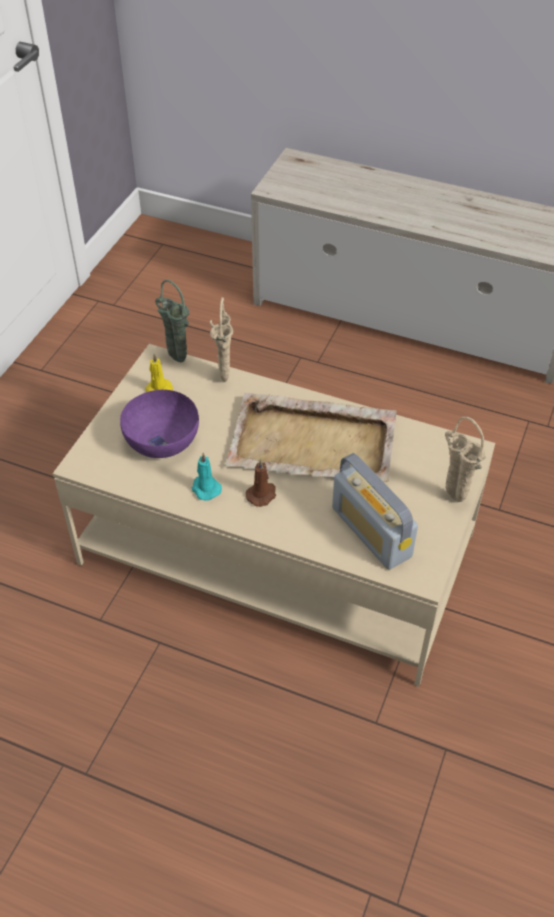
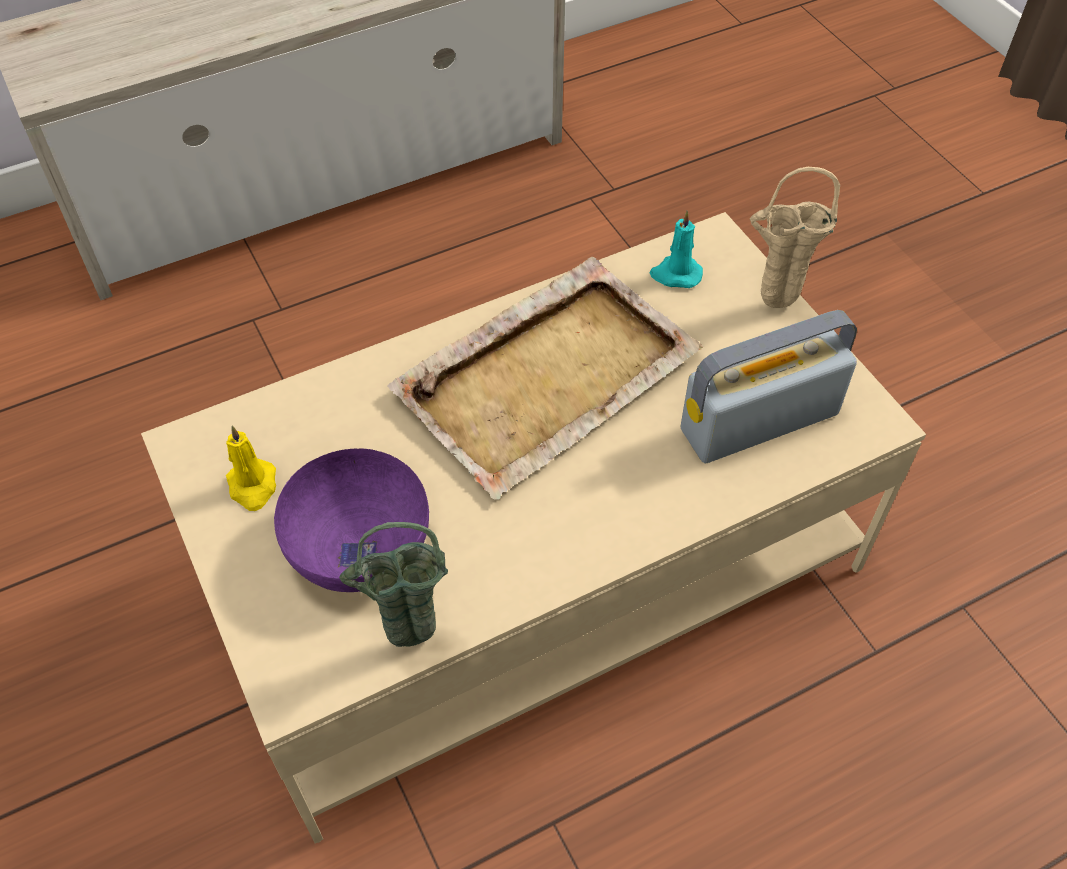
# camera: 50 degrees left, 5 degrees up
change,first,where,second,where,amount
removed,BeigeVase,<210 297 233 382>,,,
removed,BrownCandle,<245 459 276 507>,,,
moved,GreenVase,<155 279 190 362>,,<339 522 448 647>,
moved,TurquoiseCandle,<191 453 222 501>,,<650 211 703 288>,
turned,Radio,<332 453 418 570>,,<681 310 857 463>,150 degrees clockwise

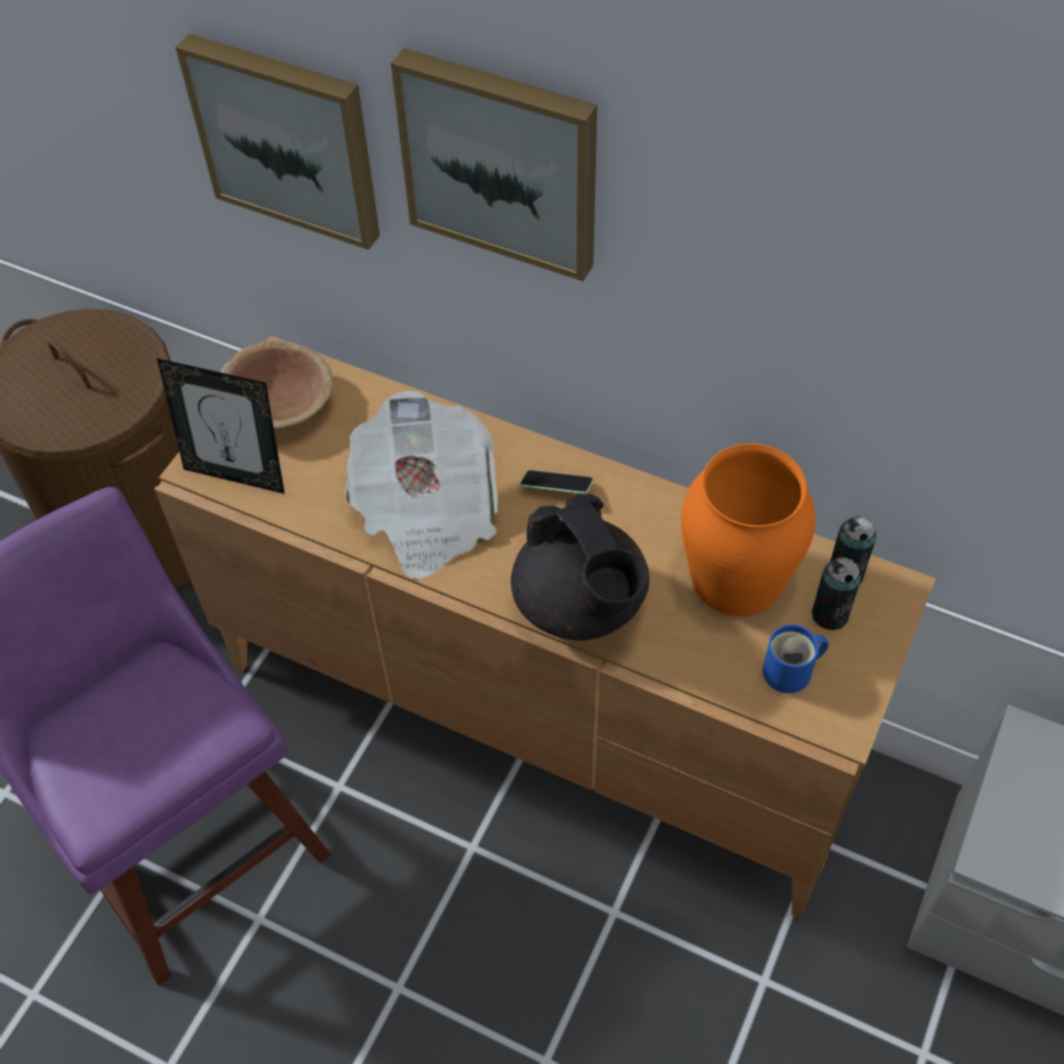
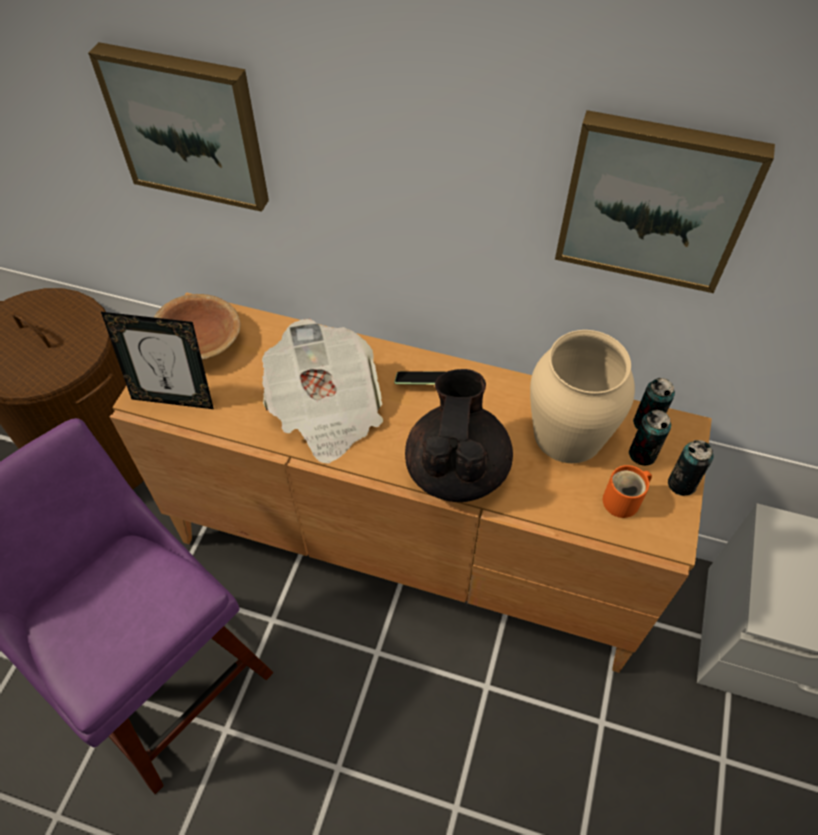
# camera: 10 degrees left, 0 degrees up
change,first,where,second,where,amount
added,,,Can,<668 440 714 496>,
moved,Picture,<391 48 597 281>,,<555 110 775 293>,
recoloured,OrangeVase,<681 443 815 616>,BeigeVase,<530 330 635 463>,
recoloured,BlueMug,<763 624 829 693>,OrangeMug,<603 465 652 518>,
turned,BlackTeapot,<511 493 649 641>,,<405 369 513 502>,135 degrees counterclockwise

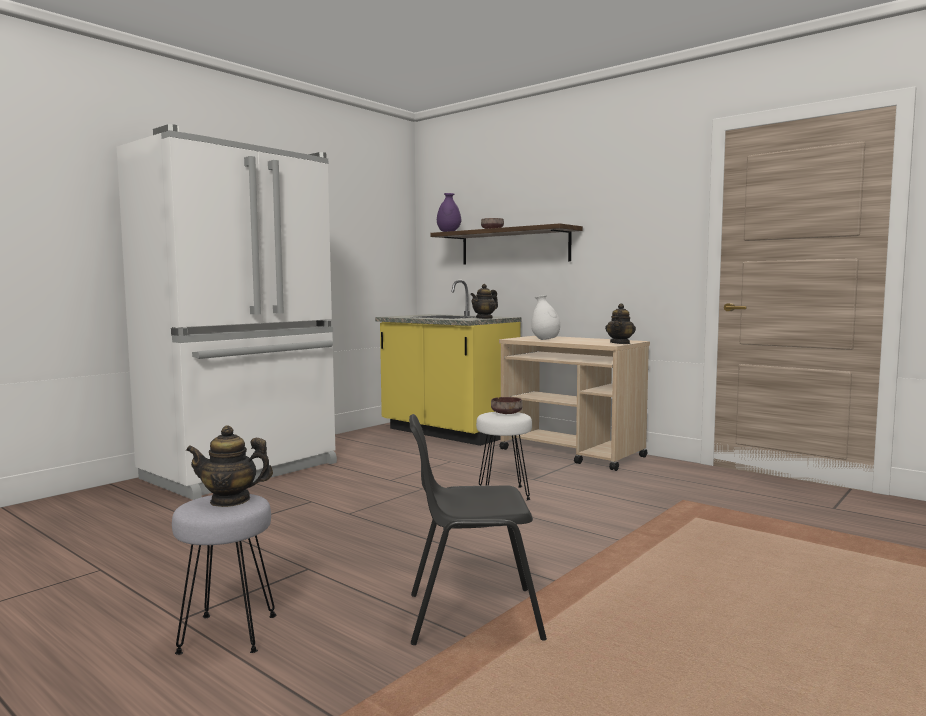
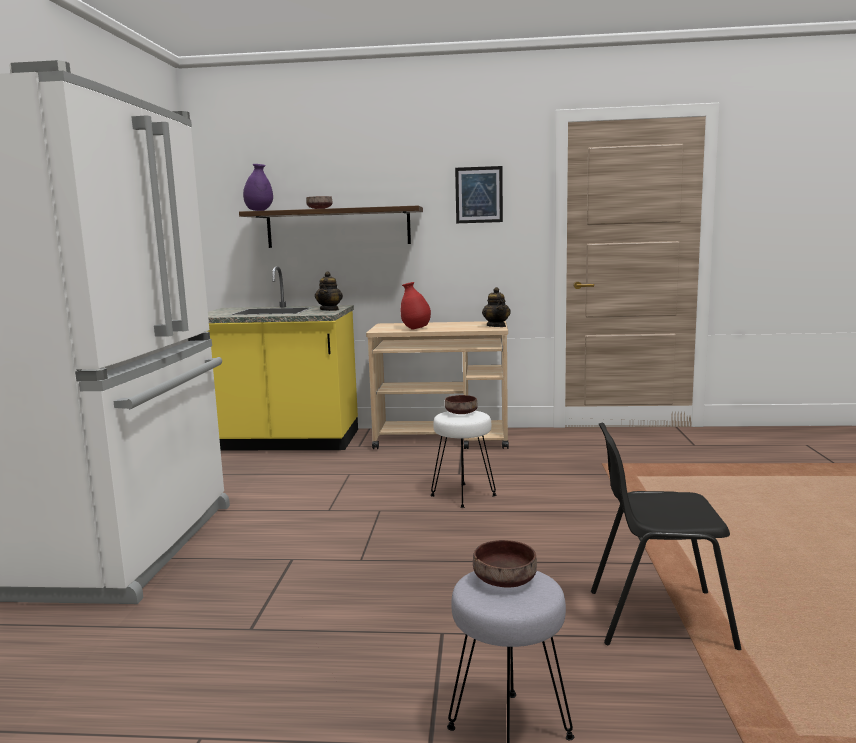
# camera: 35 degrees left, 5 degrees up
change,first,where,second,where,amount
added,,,Picture,<455 166 503 223>,
replaced,Teapot,<186 425 273 507>,BrownBowl,<473 540 537 587>,
recoloured,WhiteVase,<531 295 560 340>,RedVase,<401 282 431 330>,
turned,BlackChair,<409 414 547 645>,,<591 423 742 650>,45 degrees clockwise

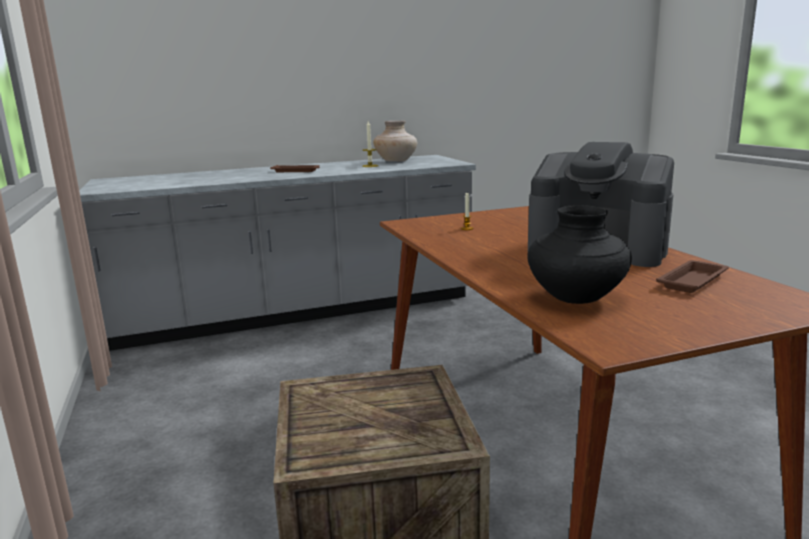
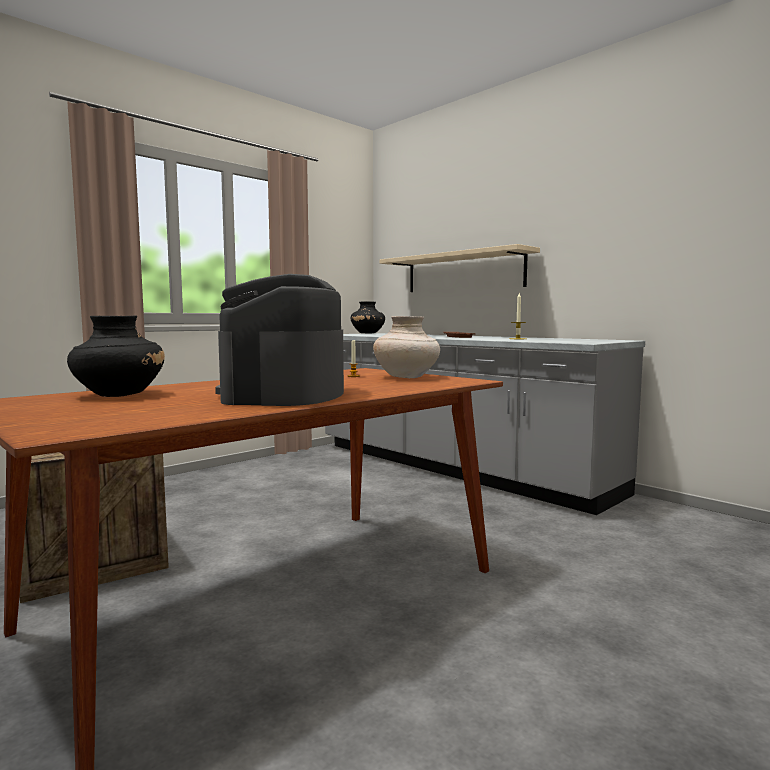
# camera: 65 degrees right, 10 degrees down
change,first,where,second,where,amount
removed,BrownTray,<656 260 729 293>,,,
added,,,BlackVase,<351 301 385 333>,
added,,,BeigeShelf,<380 244 540 292>,
moved,BeigeVase,<373 121 417 162>,,<373 316 440 378>,

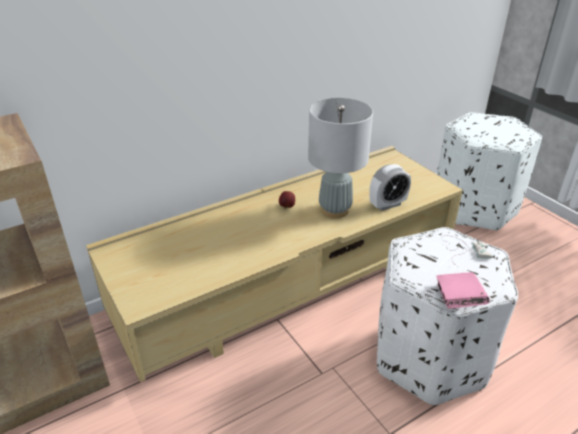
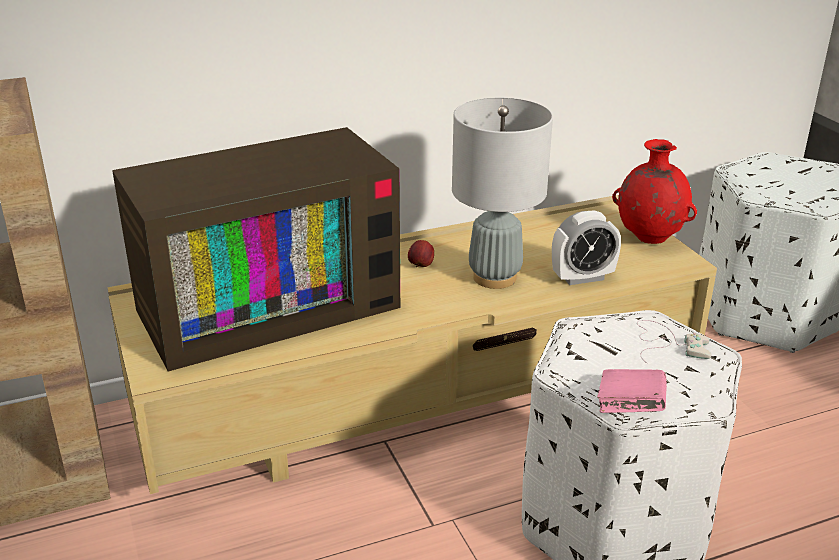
# camera: 10 degrees right, 5 degrees down
change,first,where,second,where,amount
added,,,Television,<112 127 400 371>,
added,,,RedVase,<612 139 697 244>,

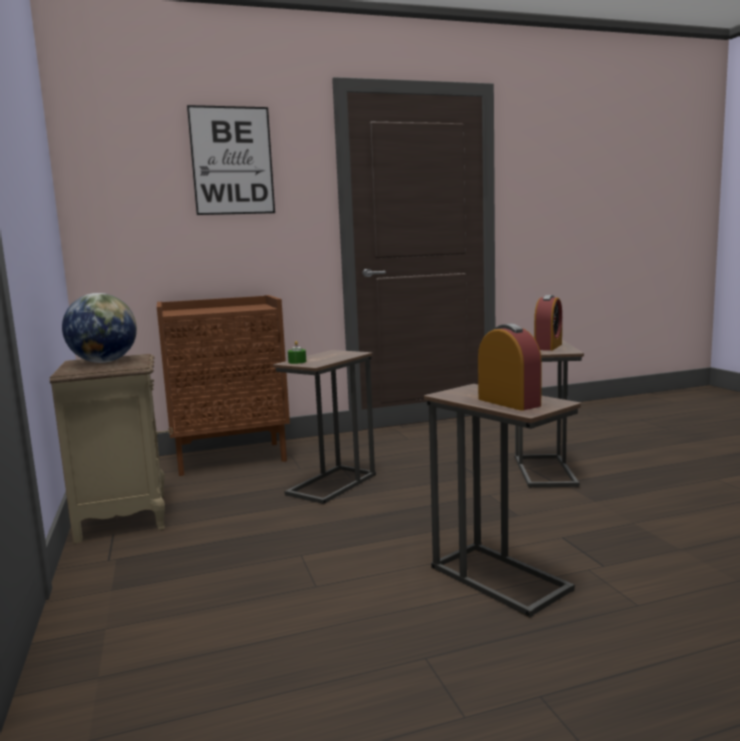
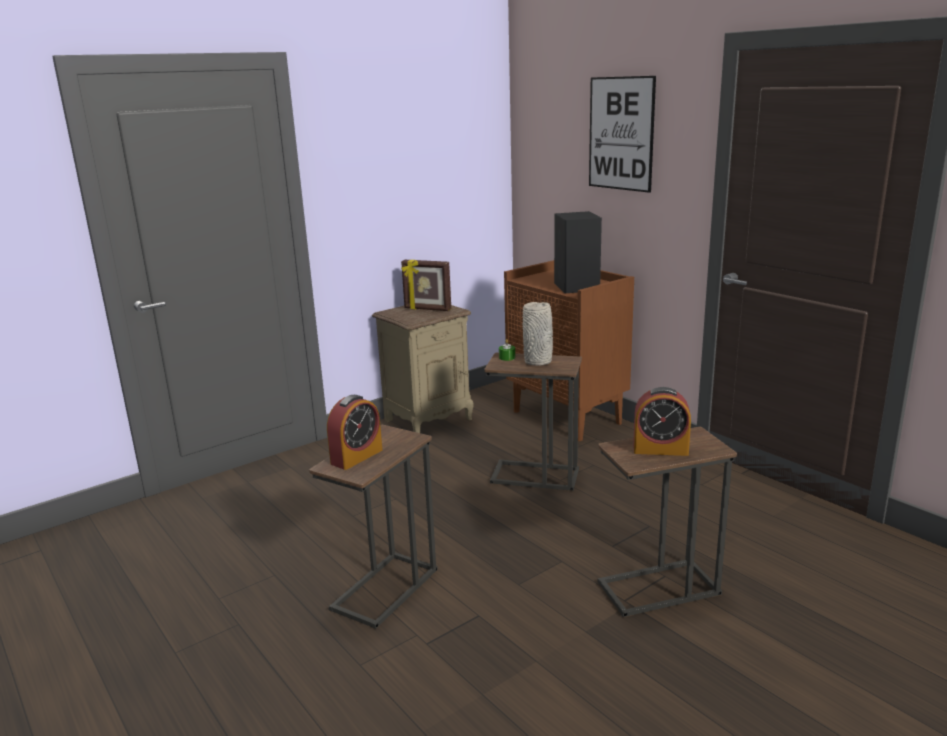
# camera: 70 degrees right, 10 degrees up
change,first,where,second,where,amount
added,,,GreyVase,<523 302 553 366>,
added,,,BlackSpeaker,<554 211 602 293>,
replaced,Globe,<62 293 137 363>,PictureFrame,<401 260 451 311>,

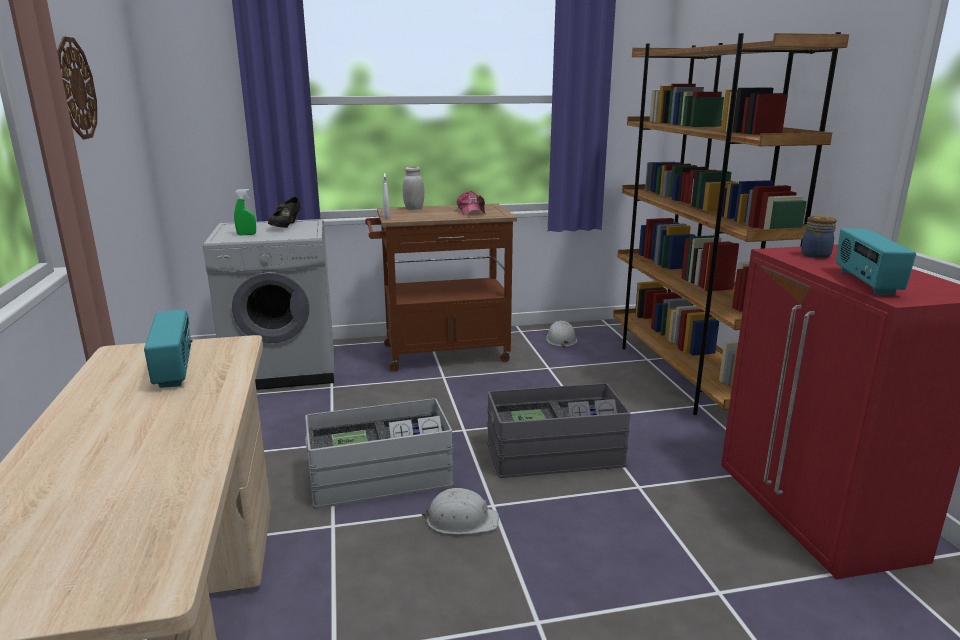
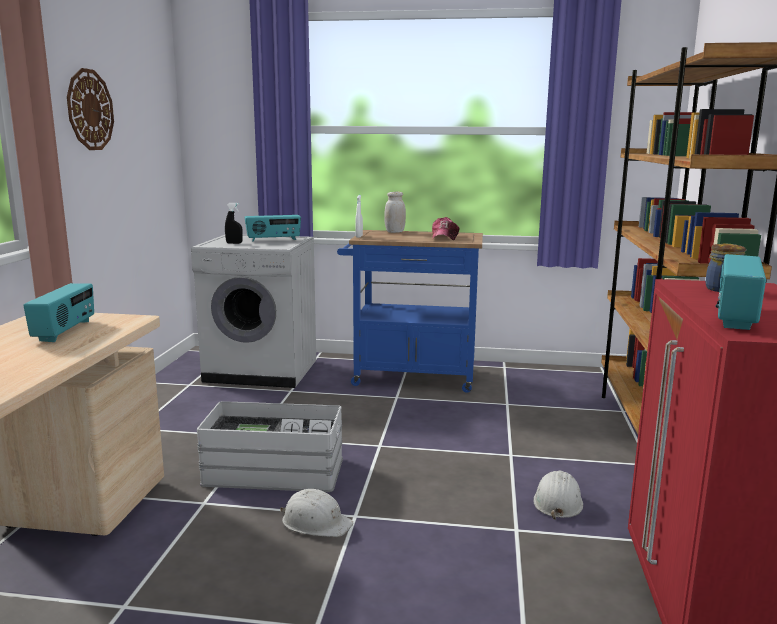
# camera: 20 degrees right, 5 degrees down
change,first,where,second,where,amount
removed,GreyStorageBox,<487 383 630 478>,,,
moved,WhiteHardHat,<546 321 577 348>,,<533 471 583 520>,
replaced,BlackShoe,<268 197 300 228>,Radio,<244 215 301 242>,
recoloured,GreenSprayBottle,<234 189 256 235>,BlackSprayBottle,<225 203 243 244>,
recoloured,BrownCart,<365 204 517 371>,BlueCart,<337 230 483 393>,

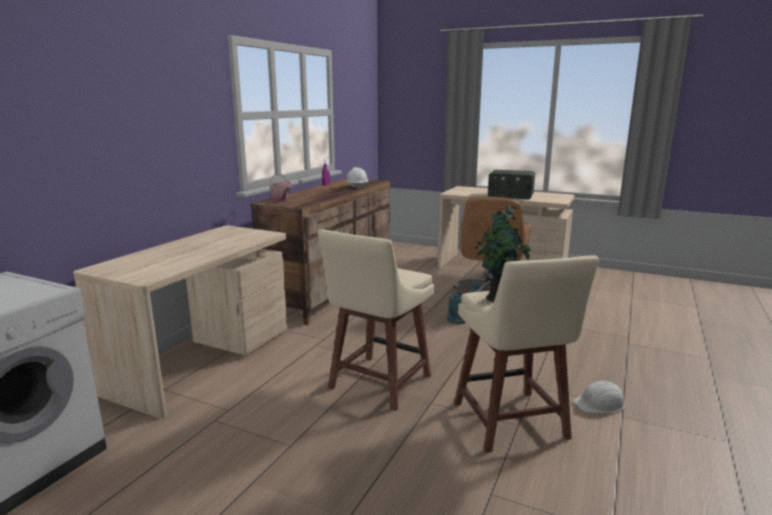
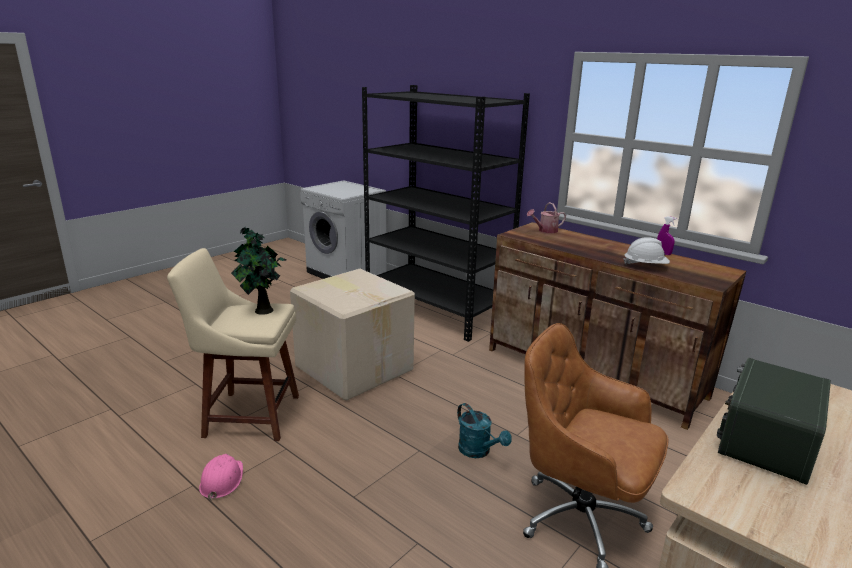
# camera: 105 degrees right, 5 degrees up
change,first,where,second,where,amount
replaced,BeigeDesk,<73 225 287 419>,BlackBookcase,<362 85 530 342>,
replaced,BeigeStool,<318 229 434 411>,CardboardBox,<290 269 415 401>,
recoloured,WhiteHardHat,<573 381 625 414>,PinkHardHat,<199 454 243 501>,

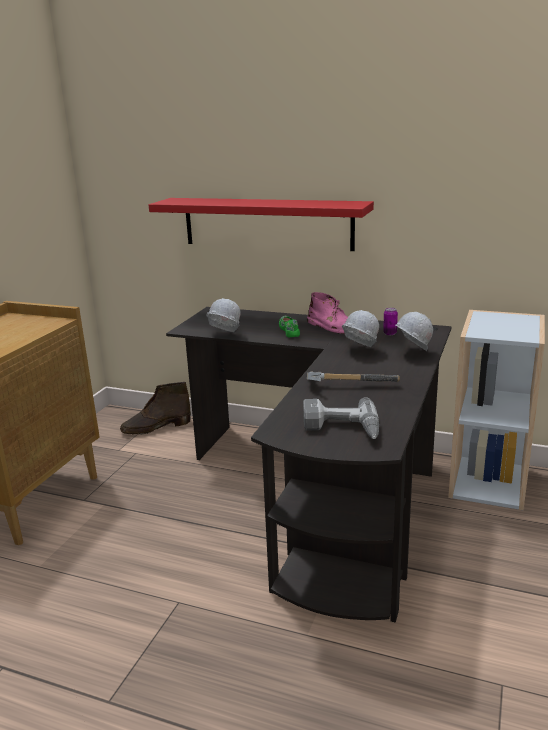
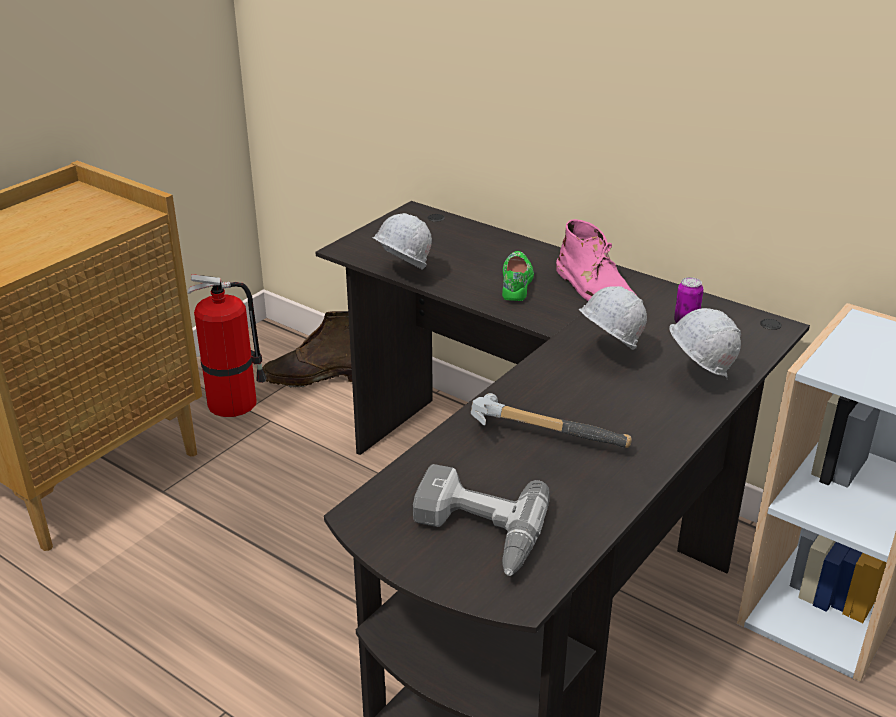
# camera: 15 degrees right, 10 degrees up
change,first,where,second,where,amount
removed,RedShelf,<149 198 374 251>,,,
added,,,FireExtinguisher,<188 274 267 417>,

